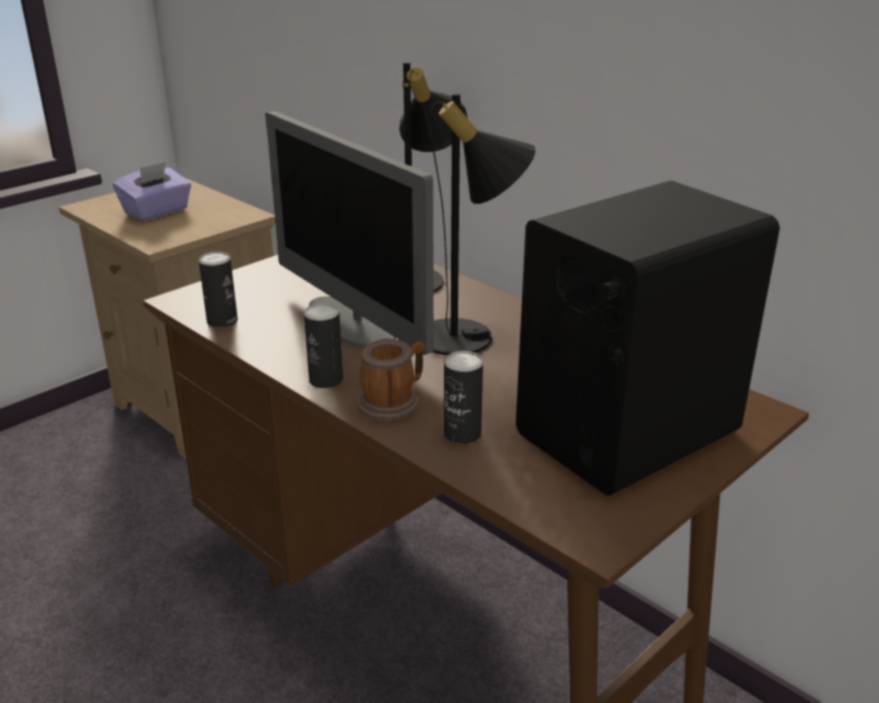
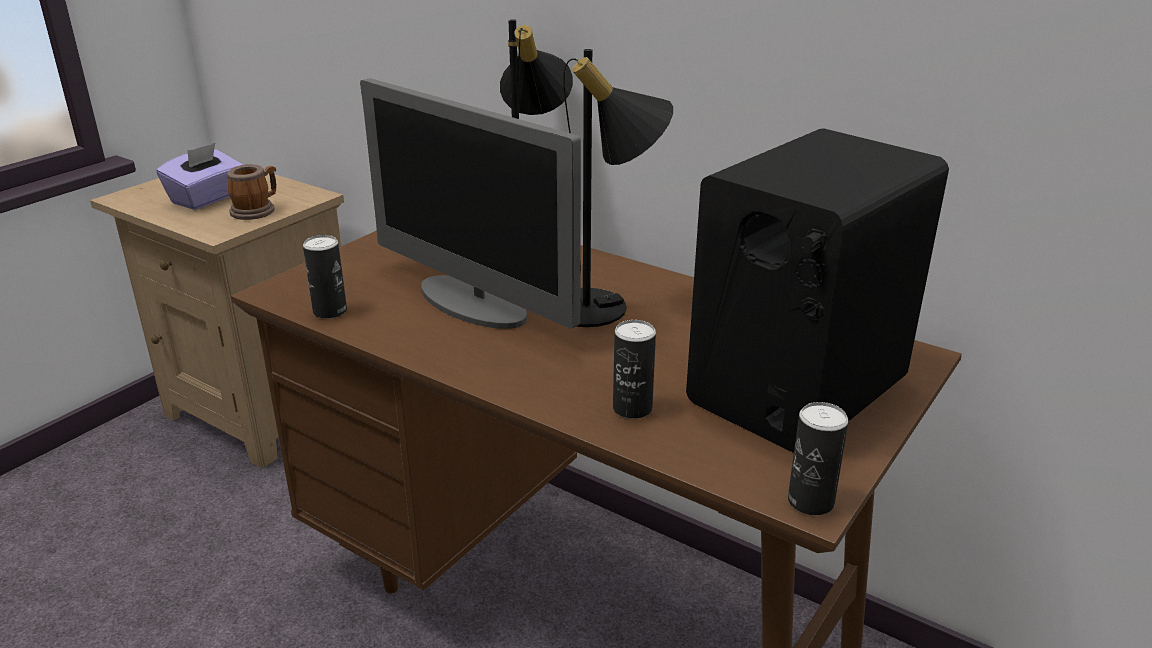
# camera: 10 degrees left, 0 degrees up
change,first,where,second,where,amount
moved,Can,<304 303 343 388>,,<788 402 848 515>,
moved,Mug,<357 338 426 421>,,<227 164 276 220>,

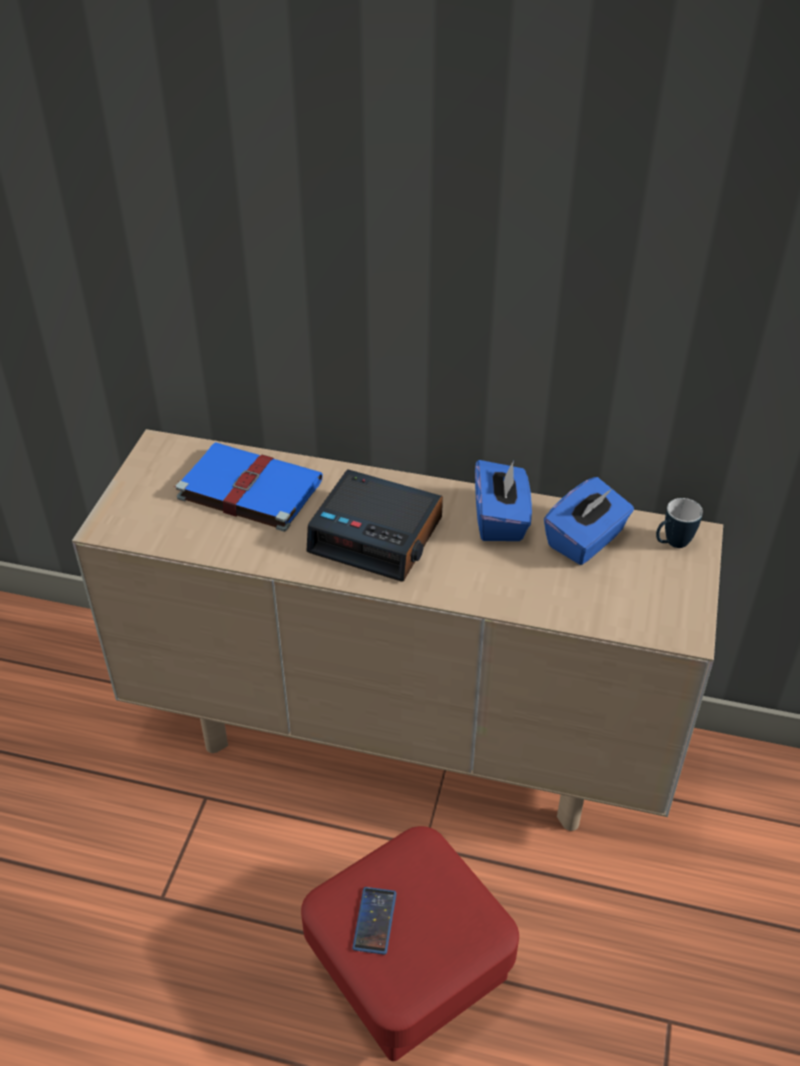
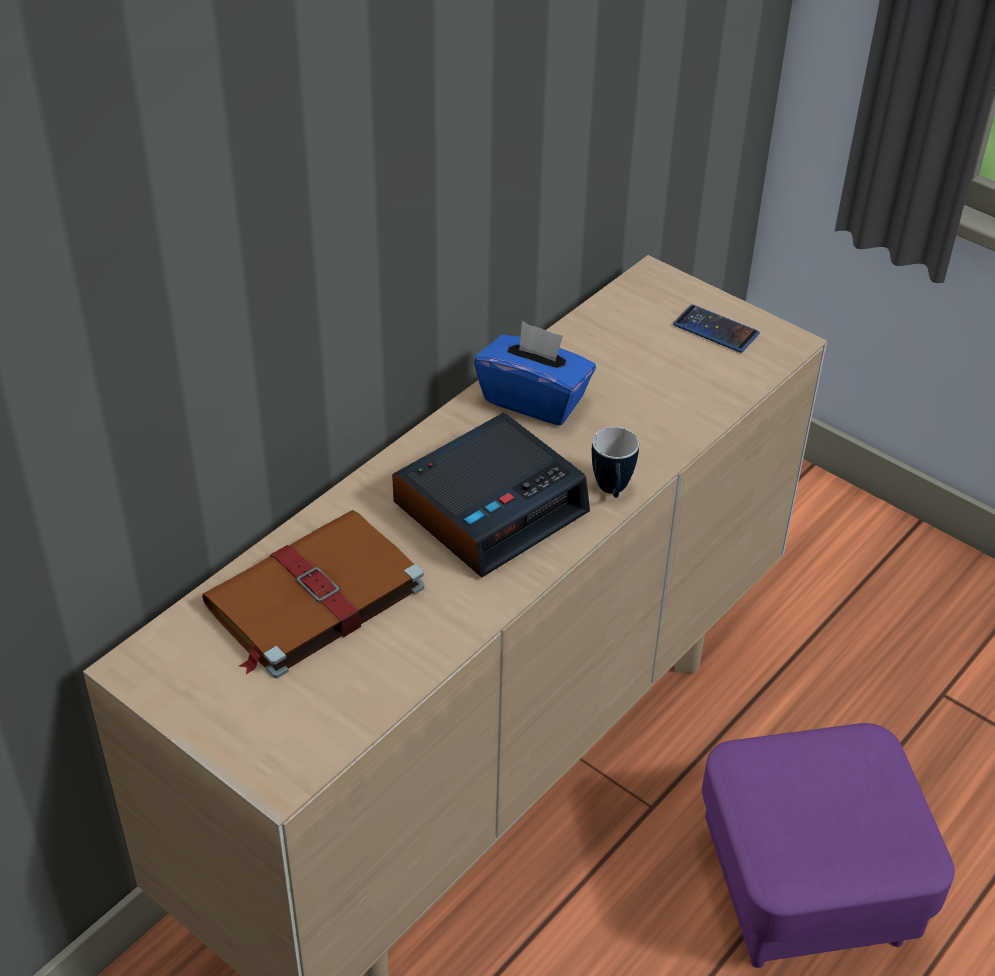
# camera: 65 degrees left, 0 degrees up
change,first,where,second,where,amount
removed,BlueTissueBox,<544 477 634 565>,,,
moved,Phone,<352 887 396 955>,,<673 305 759 353>,
moved,Mug,<656 498 703 548>,,<592 427 639 498>,
recoloured,BlueBook,<174 442 323 532>,BrownBook,<202 510 424 678>,
recoloured,RedOttoman,<301 826 519 1061>,PurpleOttoman,<702 723 955 968>,

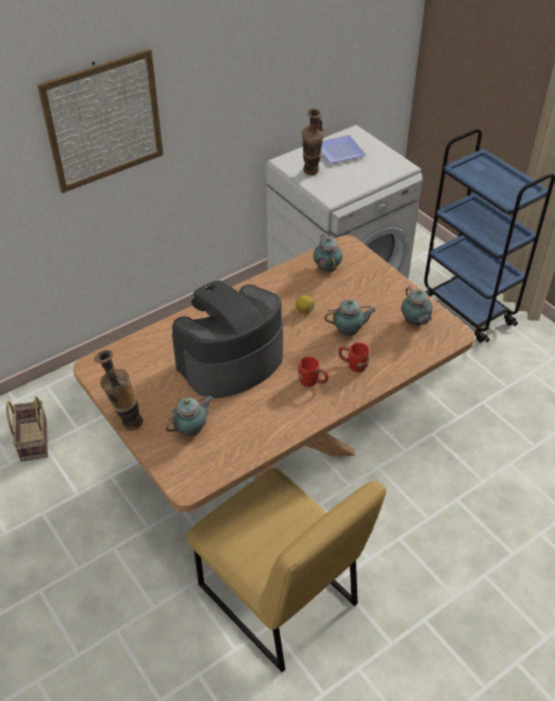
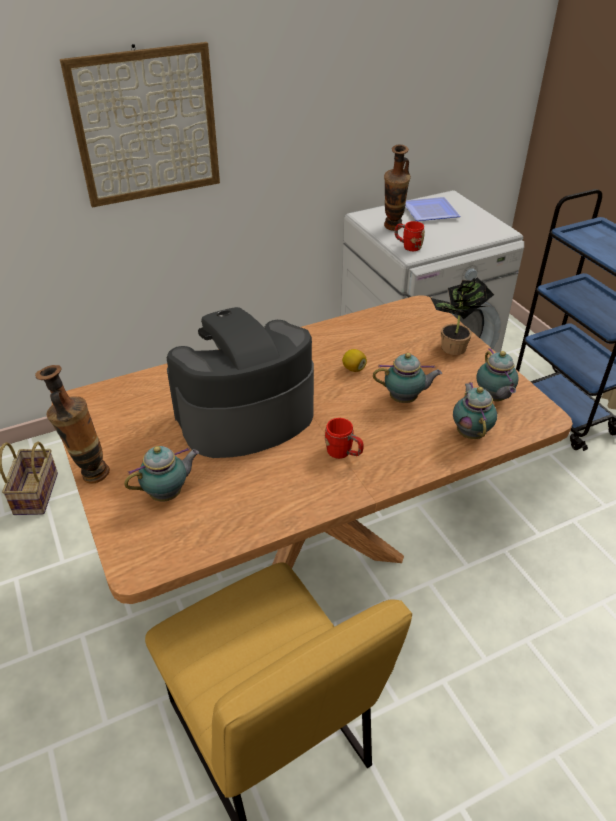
# camera: 10 degrees right, 5 degrees down
change,first,where,second,where,amount
added,,,PottedPlant,<431 278 494 355>,
moved,Teapot,<313 235 342 272>,,<453 382 497 439>,
moved,RedMug,<339 343 370 372>,,<395 221 425 251>,

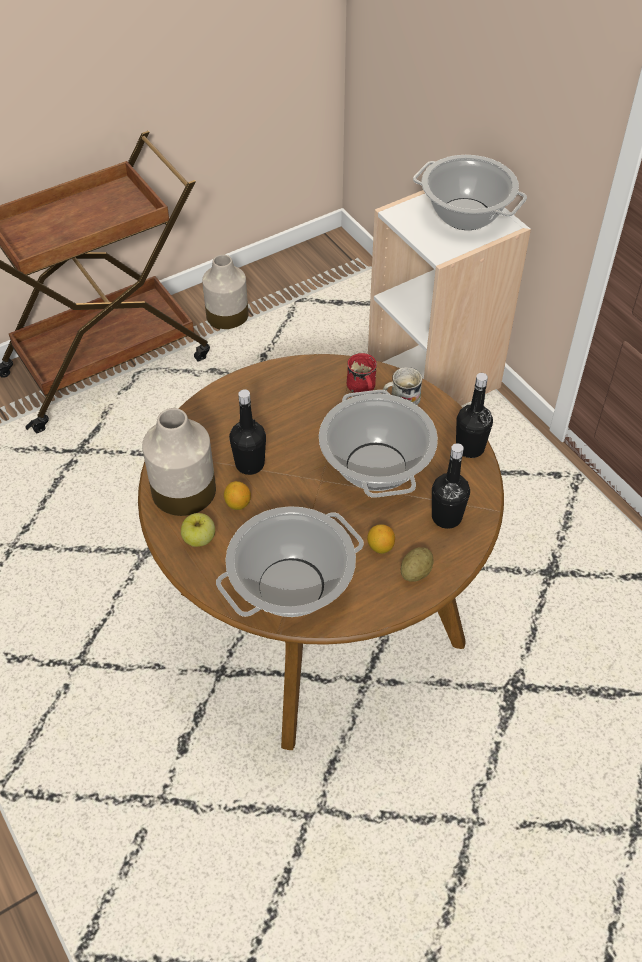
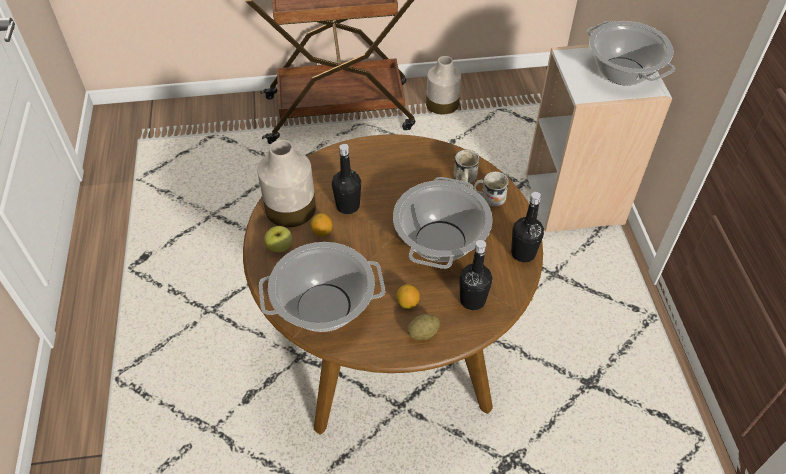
# camera: 25 degrees right, 0 degrees up
change,first,where,second,where,amount
recoloured,RedMug,<347 353 377 393>,WhiteMug,<453 150 479 185>,

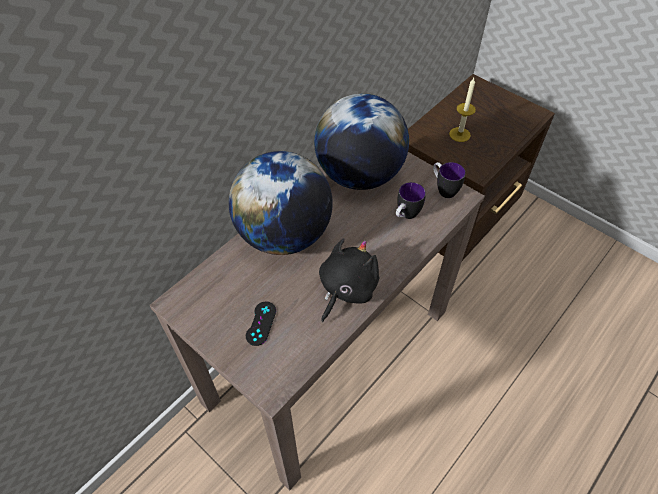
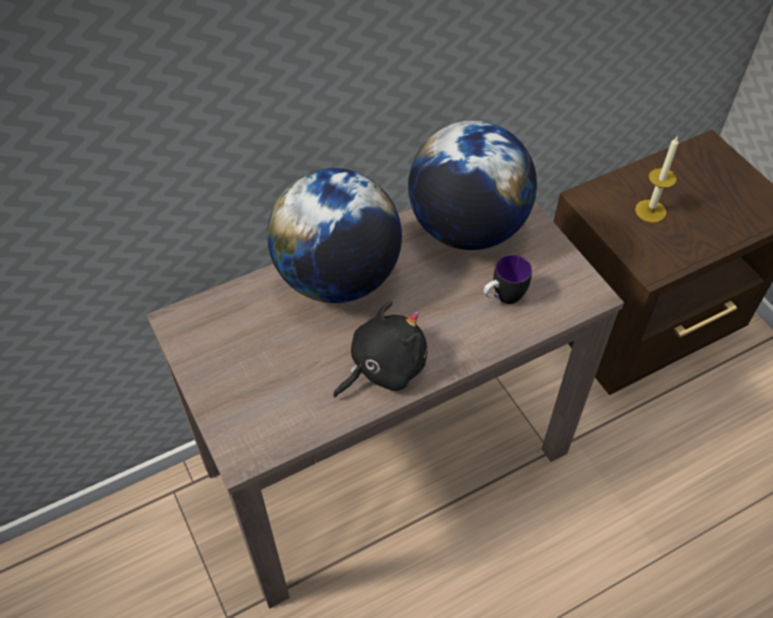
# camera: 20 degrees right, 0 degrees up
change,first,where,second,where,amount
removed,BlackGameController,<246 301 276 346>,,,
removed,Mug,<433 162 466 198>,,,

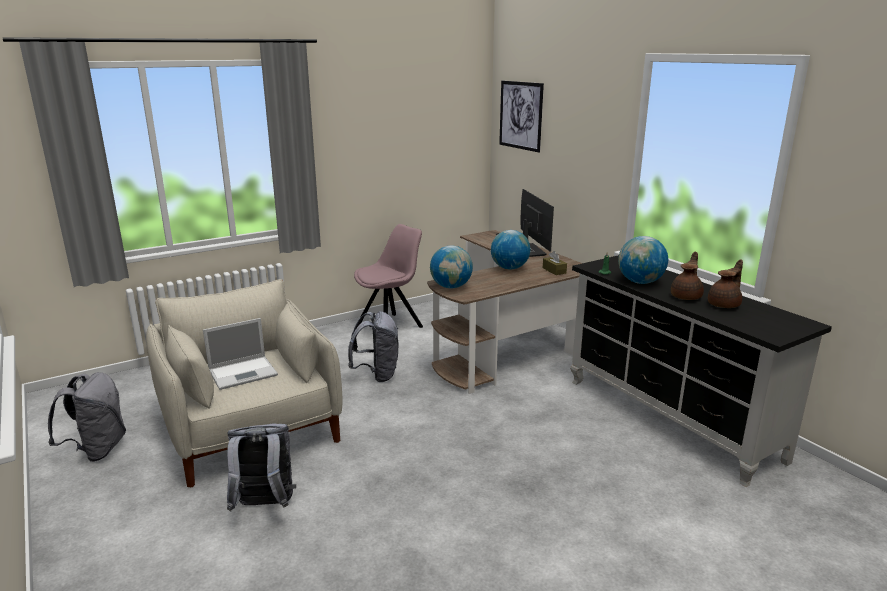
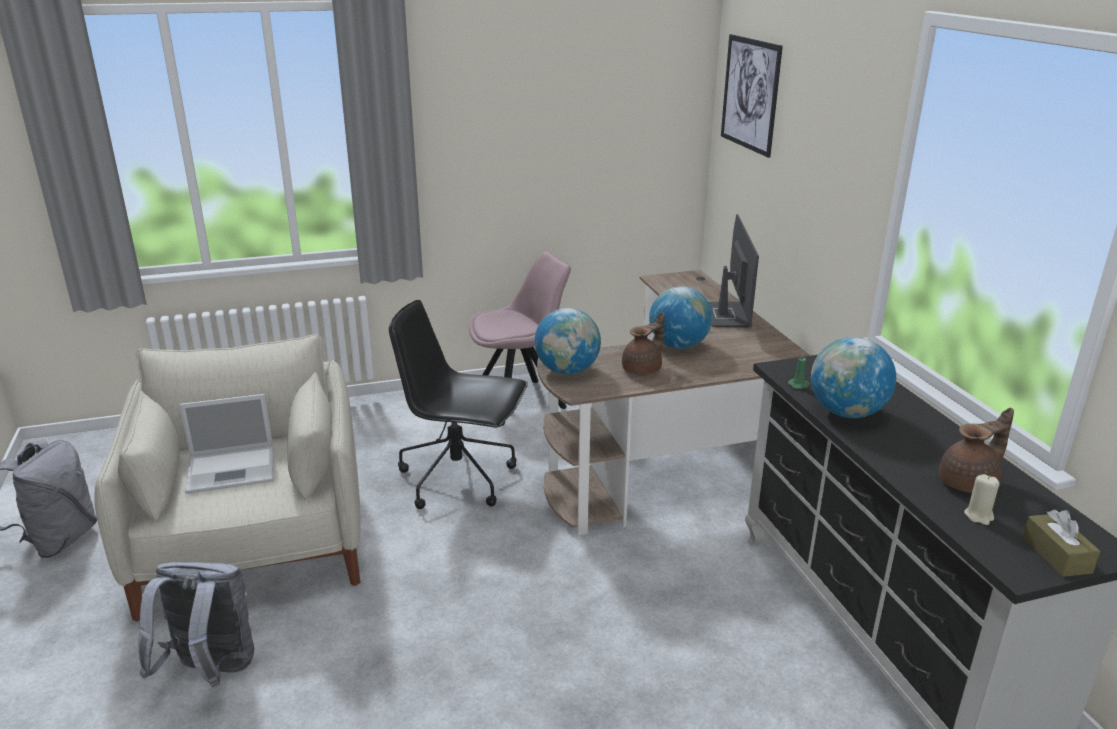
# camera: 15 degrees right, 5 degrees up
change,first,where,second,where,amount
added,,,BeigeCandle,<964 474 1000 525>,
moved,BrownTissueBox,<543 251 567 275>,,<1023 510 1100 577>,
moved,BrownTeapot,<671 252 704 300>,,<622 312 665 375>,
replaced,GreyBackpack,<348 311 399 382>,BlackOfficeChair,<389 300 528 509>,

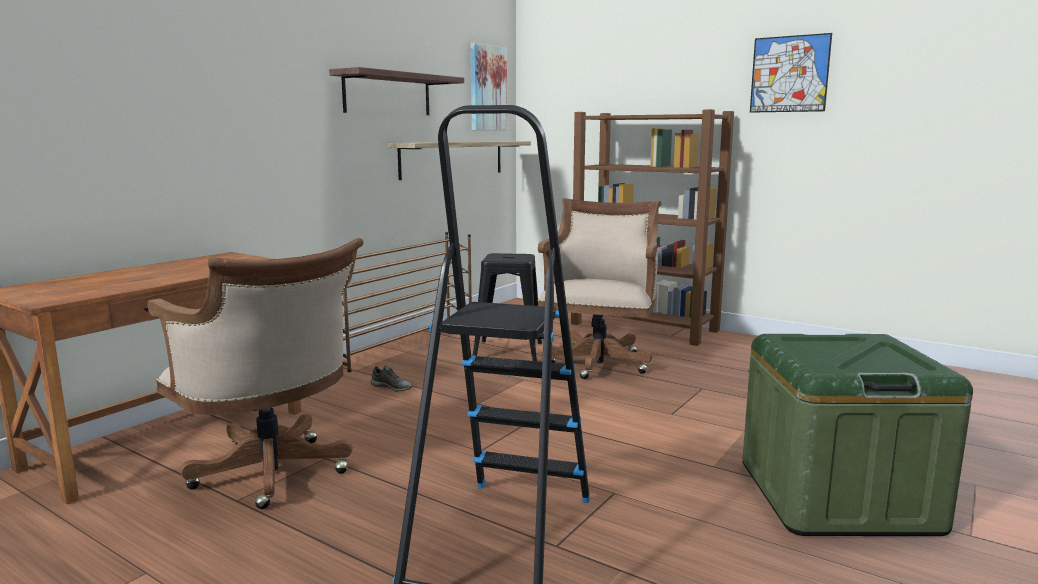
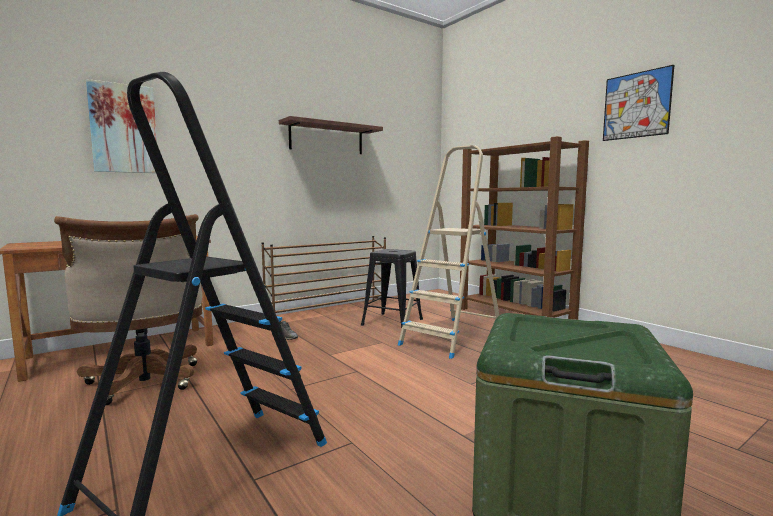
# camera: 20 degrees right, 5 degrees down
change,first,where,second,where,amount
removed,Shelf,<388 141 531 180>,,,
moved,Picture,<471 43 507 130>,,<86 79 157 173>,
replaced,OfficeChair,<538 198 661 379>,BeigeStepLadder,<398 145 499 359>,

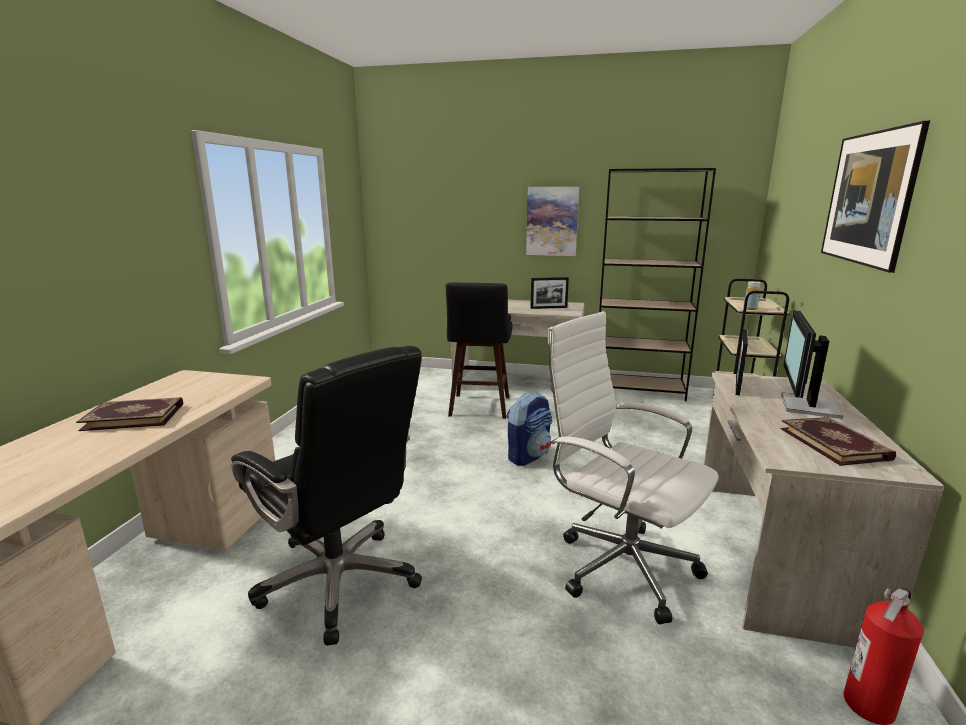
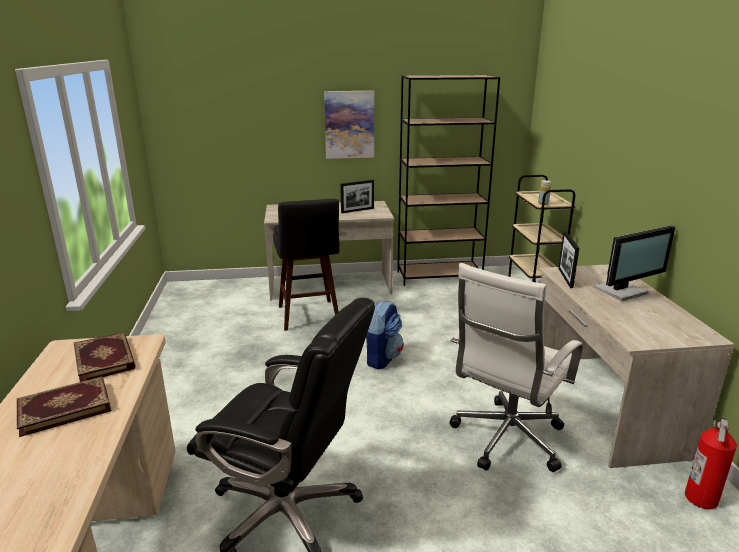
# camera: 20 degrees left, 5 degrees up
change,first,where,second,where,amount
removed,Picture,<821 121 930 273>,,,
moved,Book,<780 417 896 466>,,<74 332 136 382>,
turned,WhiteOfficeChair,<548 311 719 624>,,<449 263 583 472>,75 degrees counterclockwise
turned,Monitor,<781 310 844 419>,,<593 226 675 301>,120 degrees counterclockwise

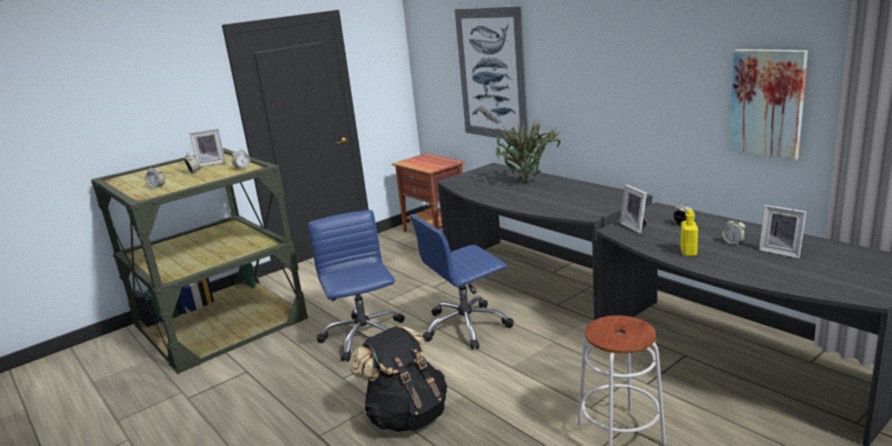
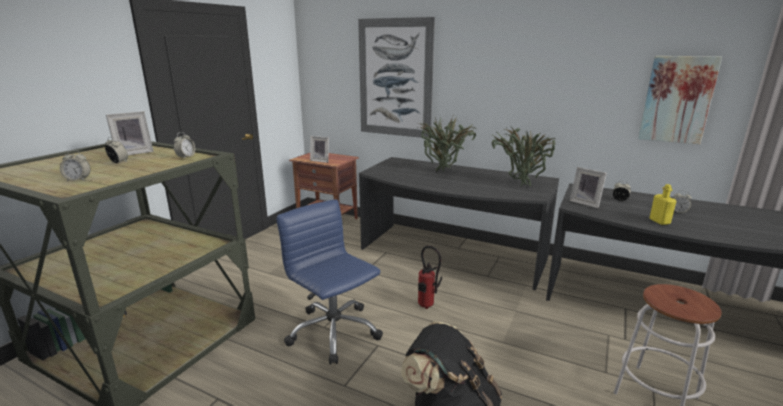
# camera: 25 degrees left, 0 degrees up
change,first,where,second,where,amount
added,,,PottedPlant,<491 127 556 186>,
moved,PictureFrame,<759 205 806 258>,,<310 136 329 163>,
replaced,BlueOfficeChair,<410 214 514 350>,FireExtinguisher,<418 246 442 309>,

